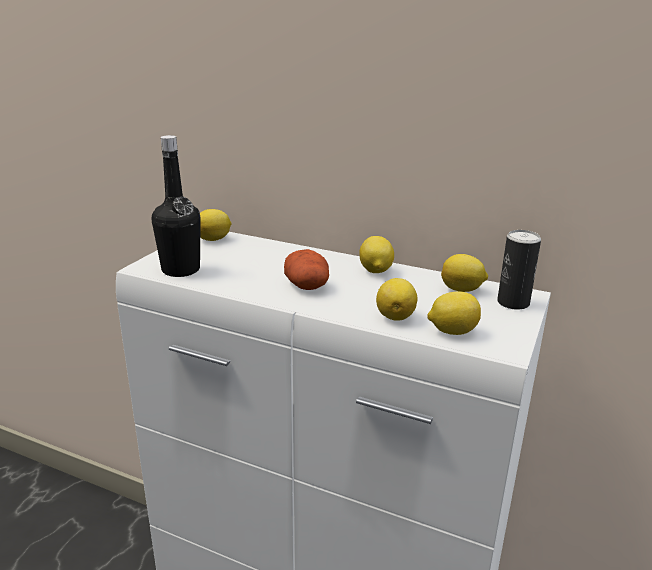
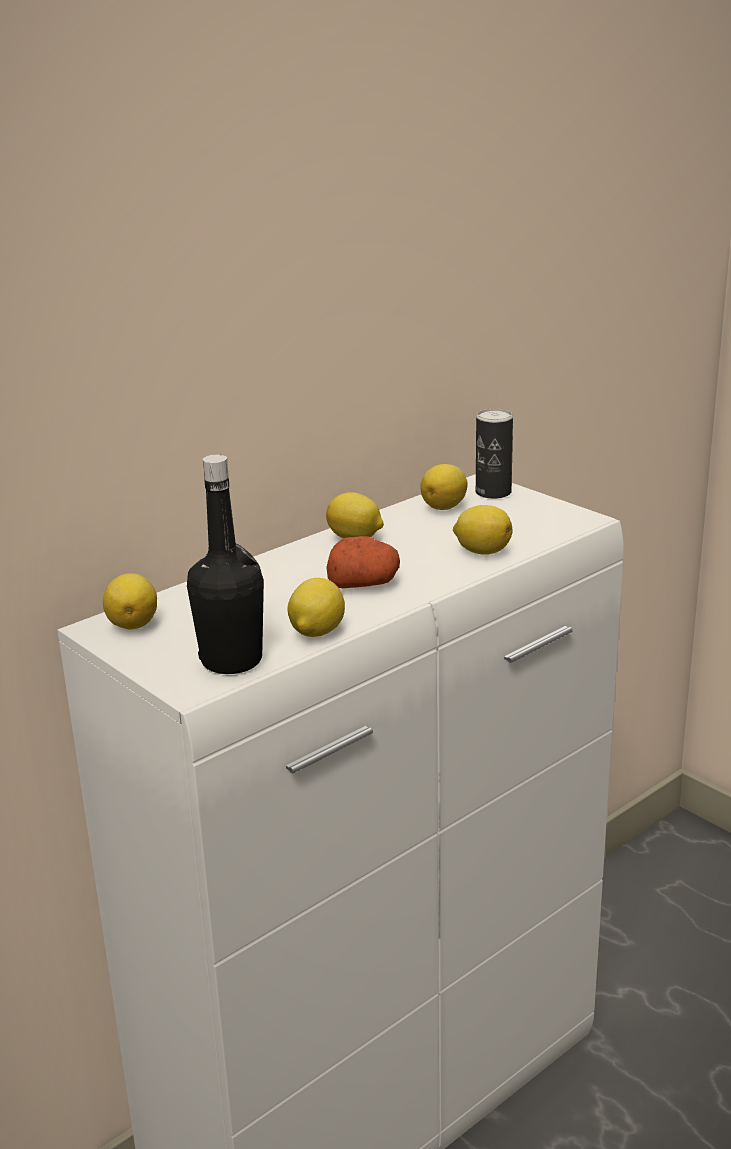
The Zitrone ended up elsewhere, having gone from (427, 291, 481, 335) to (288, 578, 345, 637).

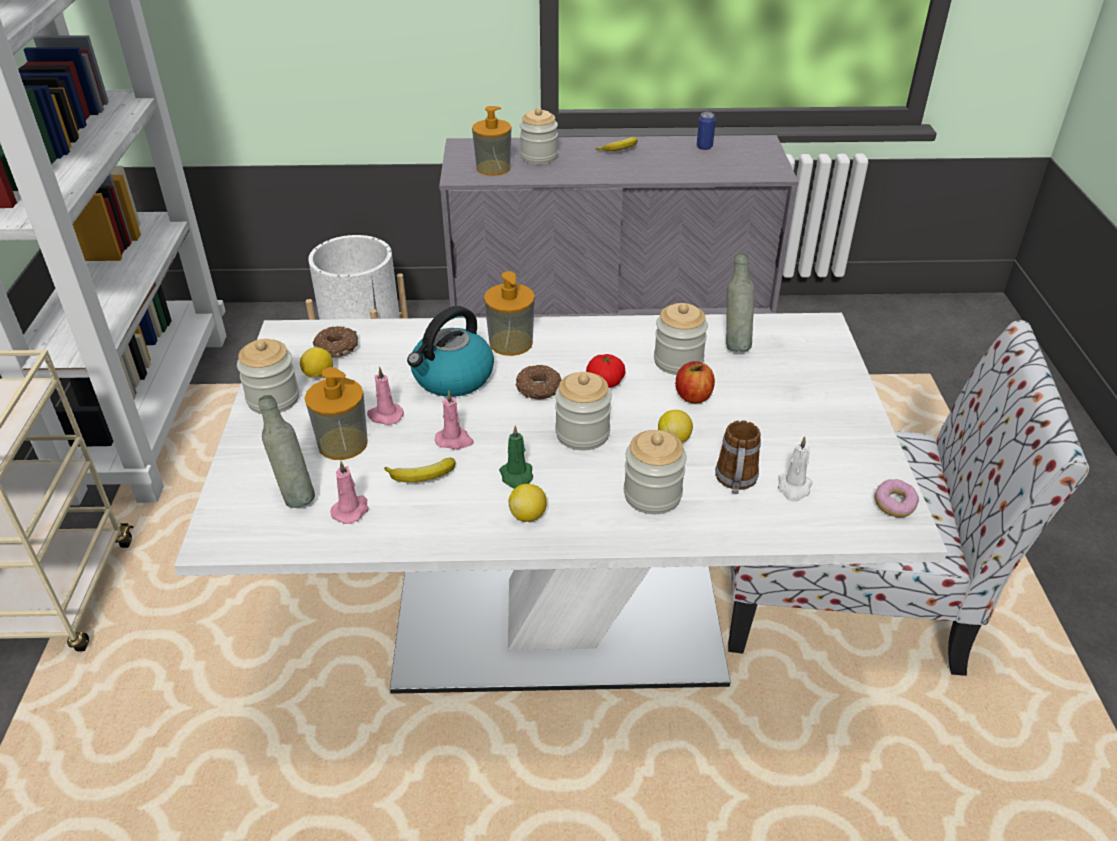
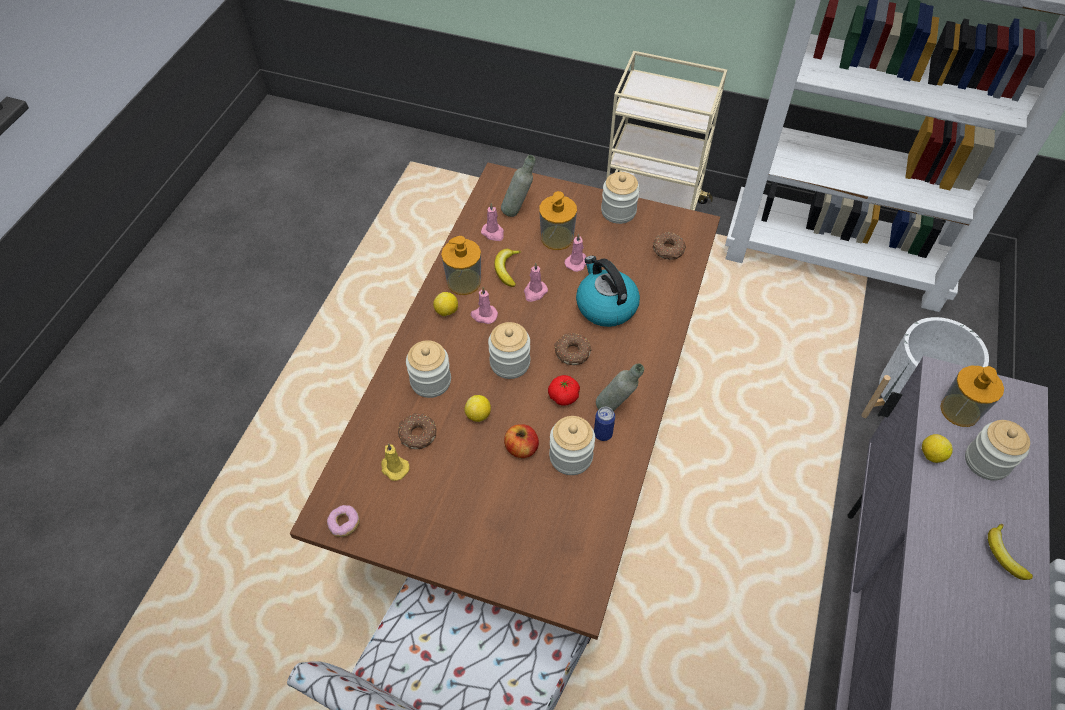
The Dose ended up elsewhere, having gone from (697, 112, 716, 150) to (594, 407, 615, 441). The Flasche [grau] ended up elsewhere, having gone from (726, 253, 754, 351) to (596, 363, 644, 411). The Seifenspender ended up elsewhere, having gone from (484, 271, 535, 356) to (441, 236, 481, 295). What was the Esstisch [weiß] at (174, 313, 948, 694) turned into the Esstisch [braun] at (290, 163, 720, 640). The Zitrone ended up elsewhere, having gone from (300, 347, 333, 378) to (922, 434, 953, 463). Where the Henkelbecher stood at (715, 420, 761, 494), the Donut came to stand at (398, 413, 437, 449). What was the Kerze [grün] at (499, 426, 533, 489) turned into the Kerze [rosa] at (470, 287, 498, 324). What was the Kerze [weiß] at (778, 436, 813, 502) turned into the Kerze [gelb] at (381, 444, 409, 481).

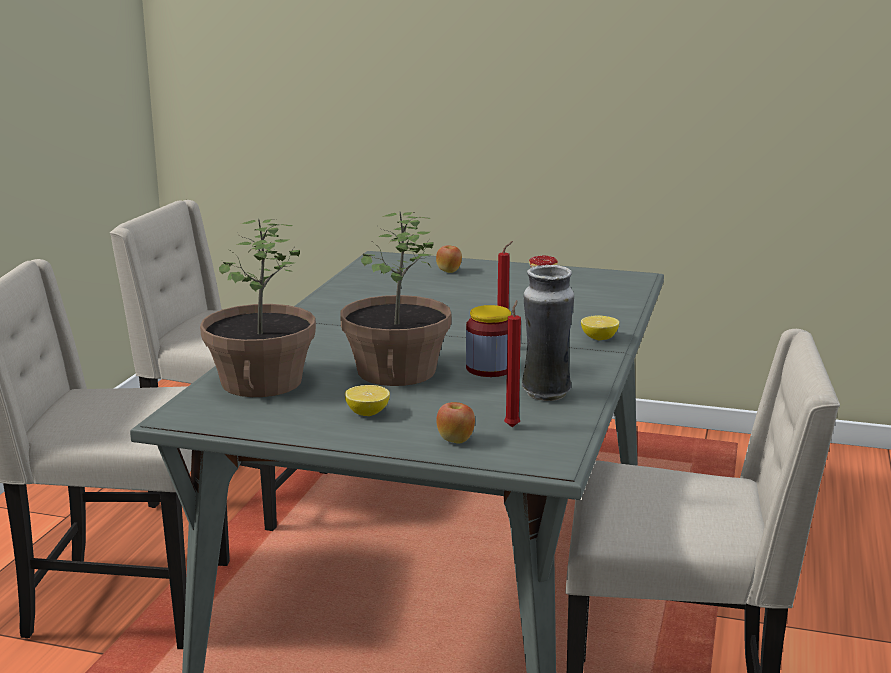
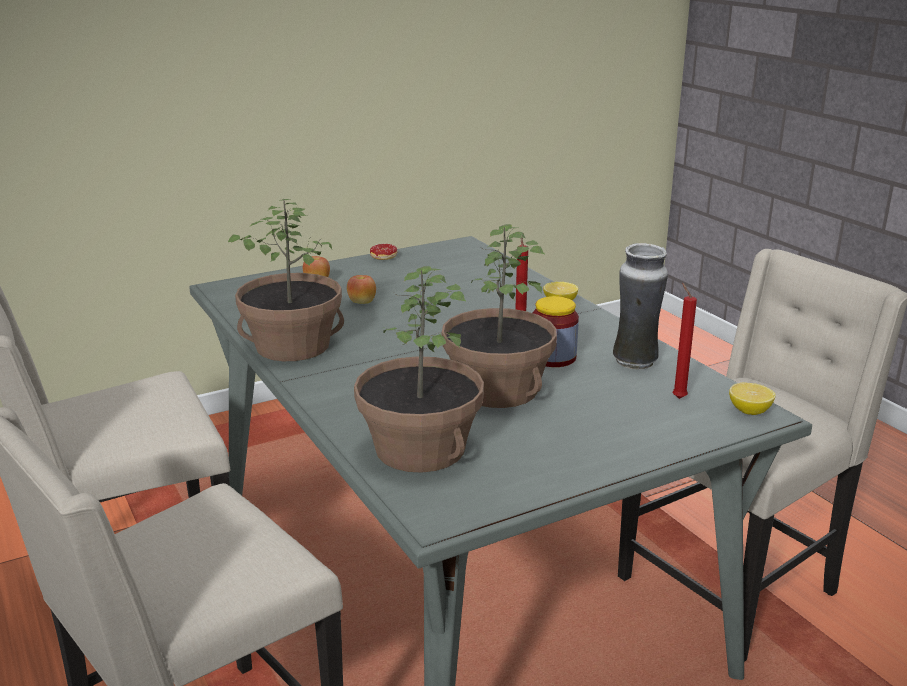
The Zitrone ended up elsewhere, having gone from (345, 385, 390, 416) to (729, 383, 776, 415). The Apfel ended up elsewhere, having gone from (436, 402, 475, 444) to (347, 275, 376, 304). The second view gained the Topfpflanze at (228, 199, 344, 361).

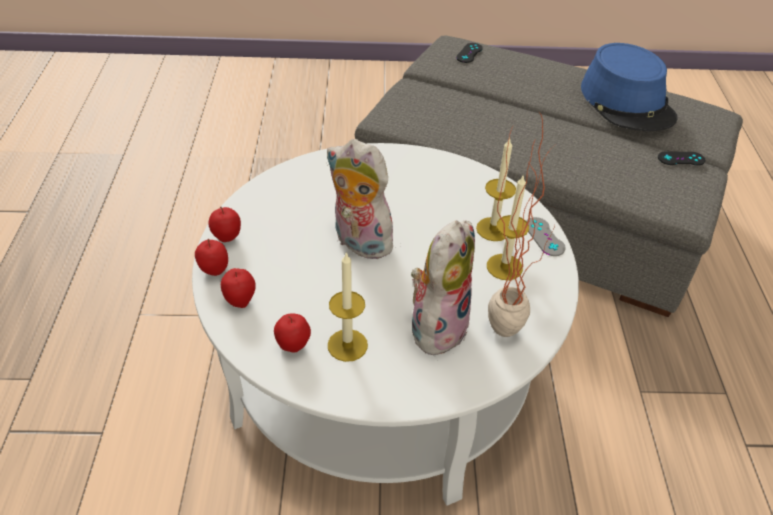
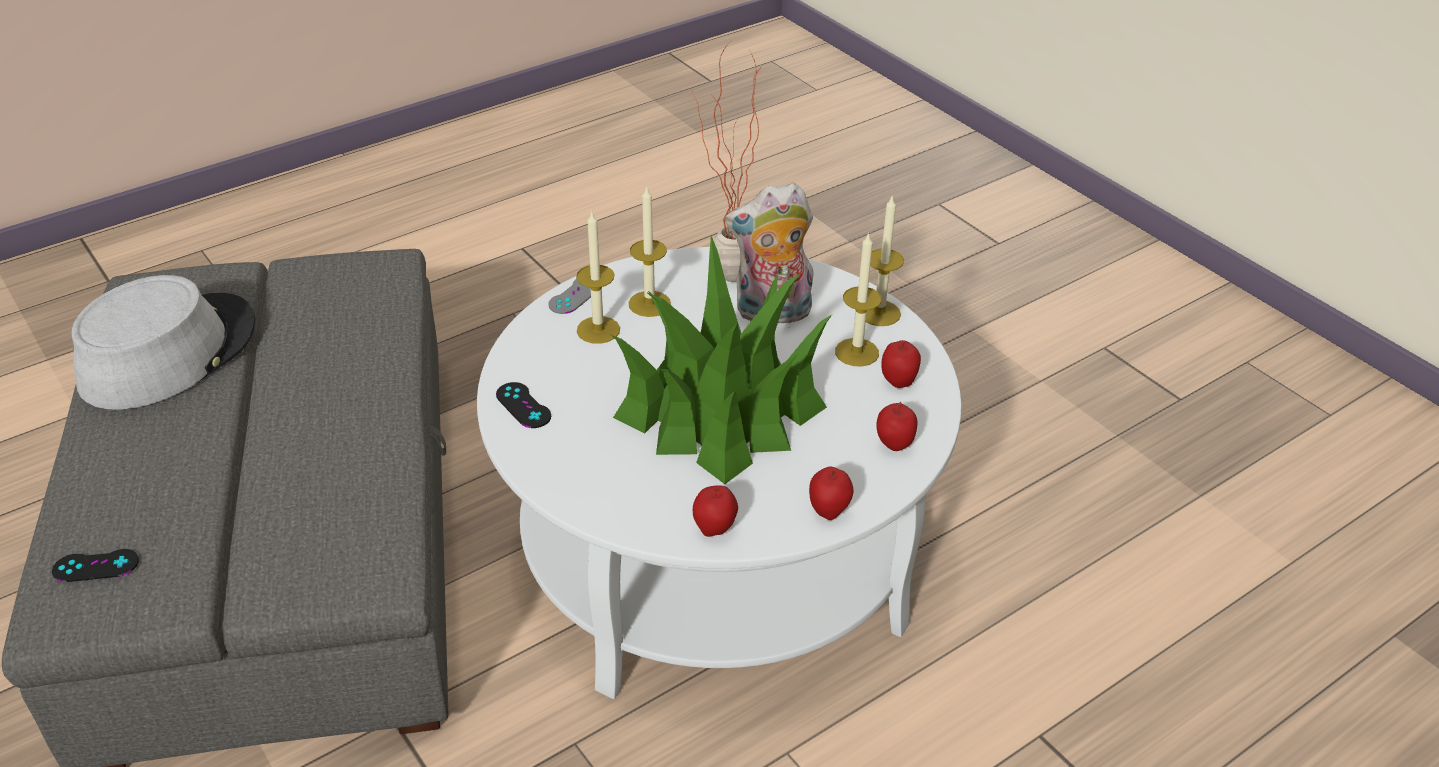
What was the Hut [blau] at (581, 43, 678, 131) turned into the Hut [grau] at (72, 275, 255, 410). Where the Plüschtier stood at (327, 139, 398, 259), the Topfpflanze came to stand at (611, 236, 832, 484). The Gamepad [schwarz] ended up elsewhere, having gone from (658, 151, 705, 166) to (496, 382, 551, 428). The Apfel ended up elsewhere, having gone from (195, 239, 228, 276) to (693, 485, 738, 537). The second view gained the Kerze at (866, 197, 904, 326).

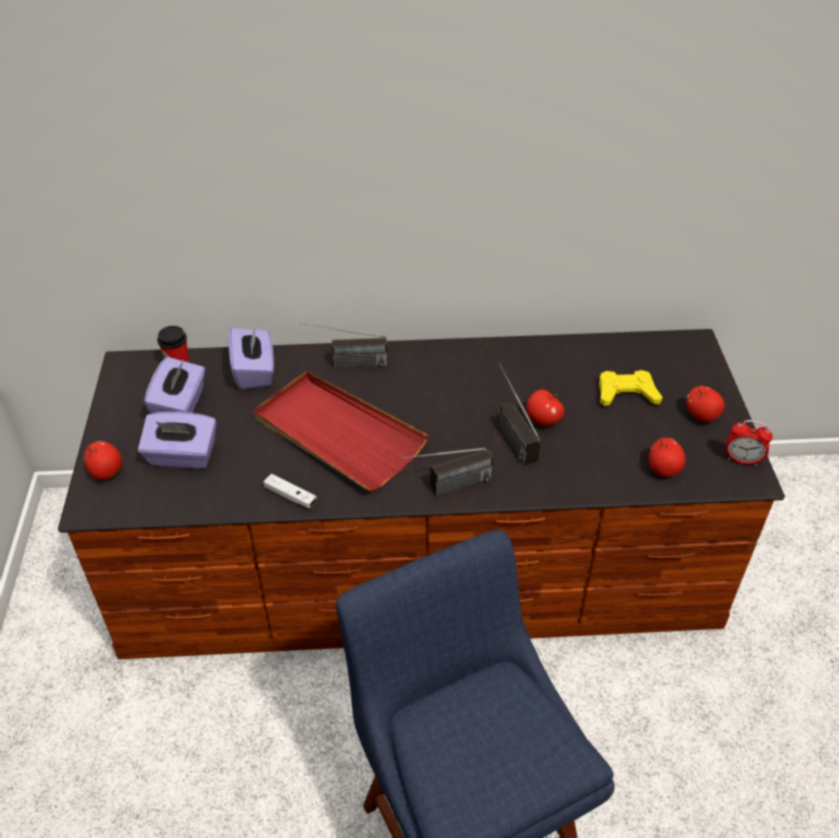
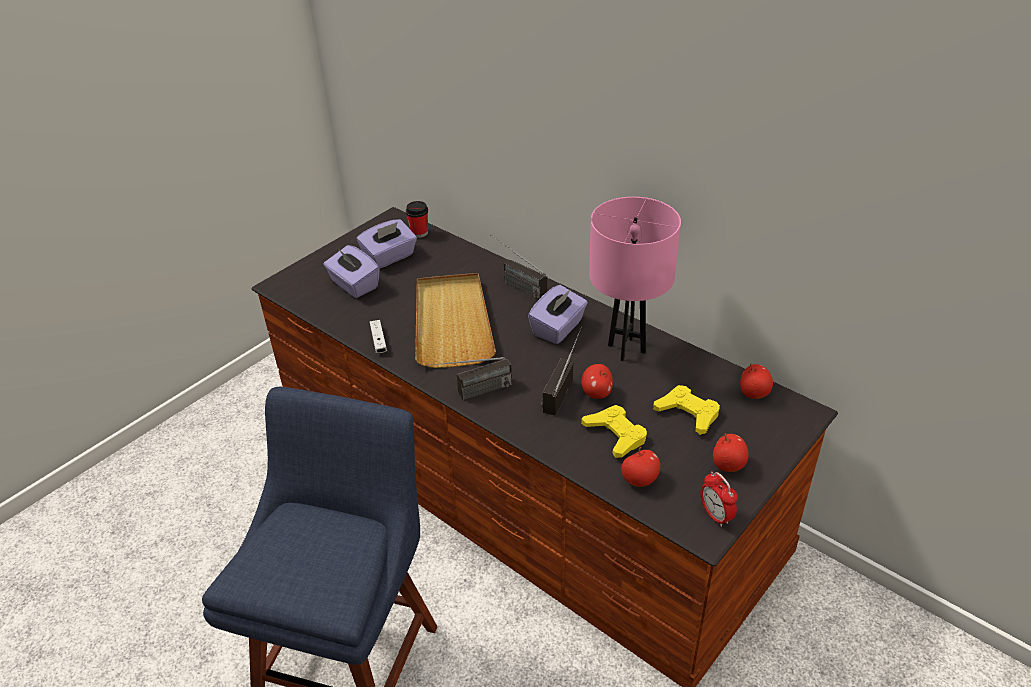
The Taschentuchbox [lila] ended up elsewhere, having gone from (228, 325, 274, 390) to (528, 285, 588, 344). What was the Tablett [rot] at (253, 371, 429, 491) turned into the Tablett [beige] at (415, 273, 496, 368). The Apfel ended up elsewhere, having gone from (84, 441, 122, 480) to (740, 364, 773, 399). The Radio at (399, 448, 493, 496) ended up facing another way, 45 degrees counterclockwise from before. The second view gained the Tischlampe [rosa] at (589, 197, 681, 361). The second view gained the Gamepad [gelb] at (581, 405, 647, 458).

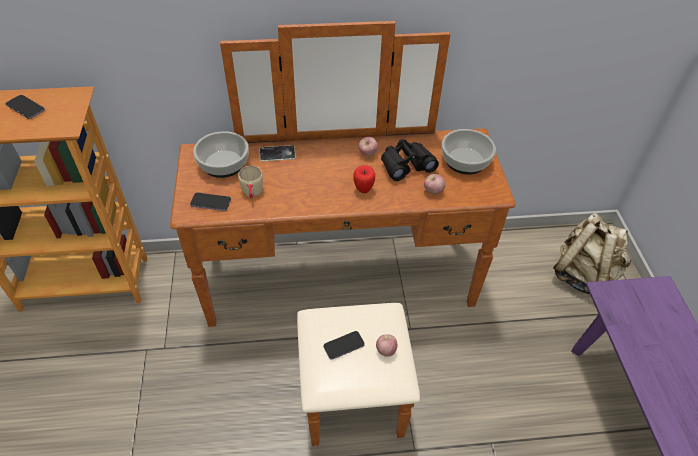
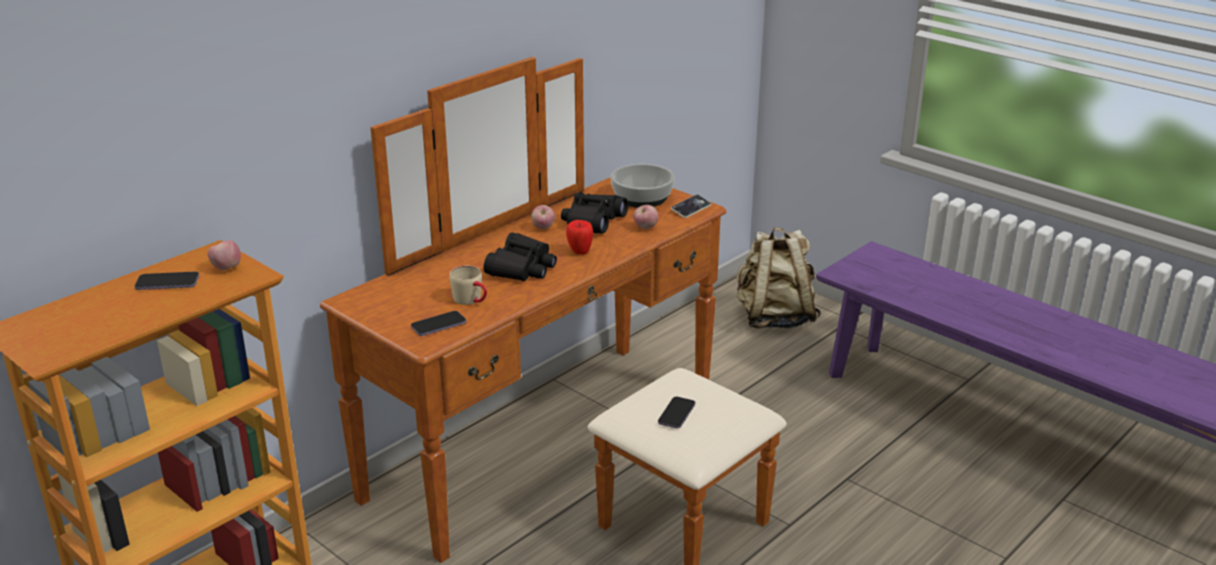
The second view lost the Schüssel at (193, 131, 249, 178). The Handy ended up elsewhere, having gone from (259, 145, 295, 161) to (671, 194, 711, 218). The Apfel ended up elsewhere, having gone from (376, 335, 398, 357) to (208, 240, 241, 270). The second view gained the Fernglas [schwarz] at (483, 233, 557, 281).

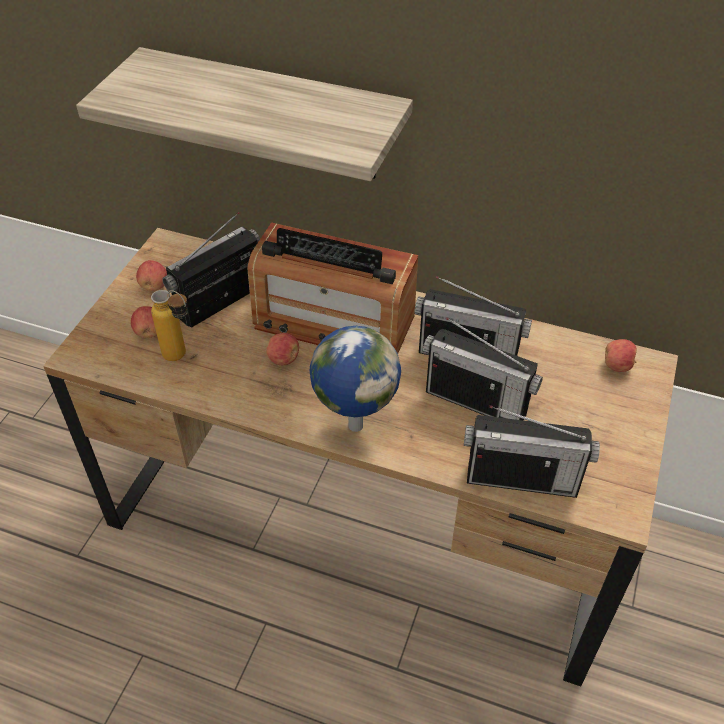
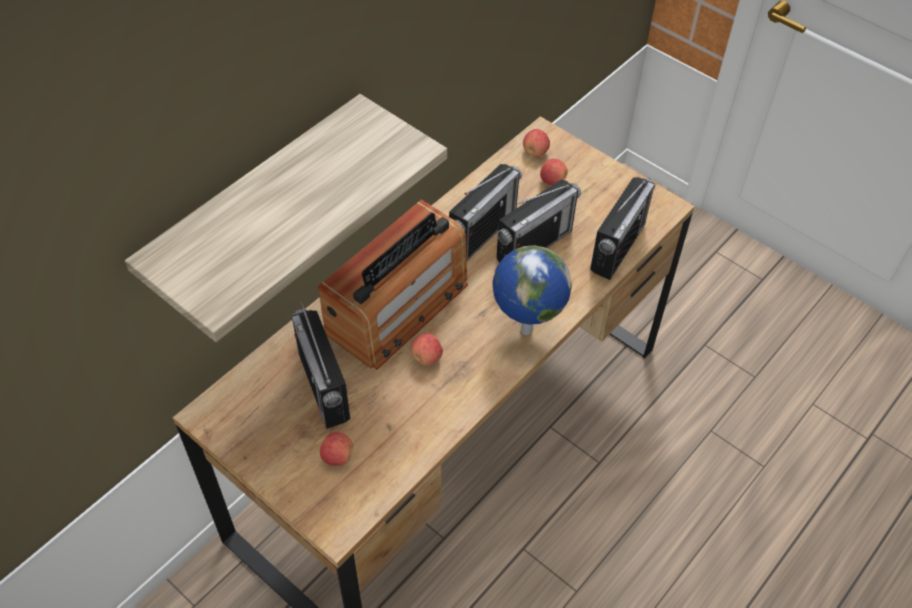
The Apfel ended up elsewhere, having gone from (136, 260, 167, 291) to (540, 159, 568, 185). The second view lost the Flasche at (151, 290, 188, 361).

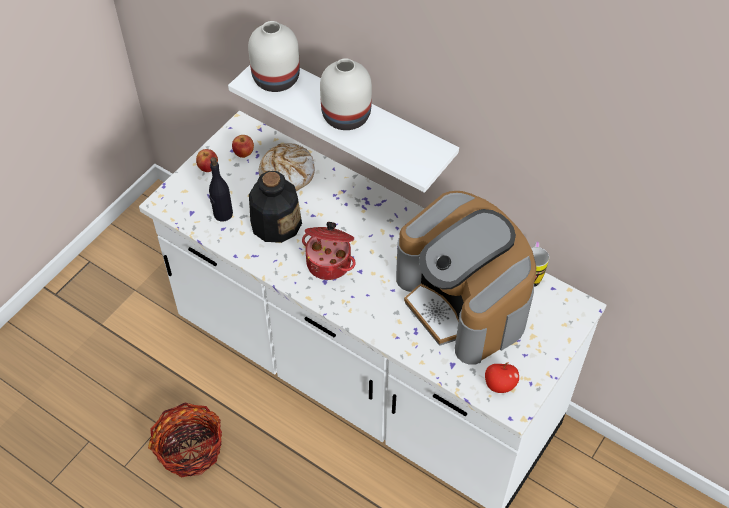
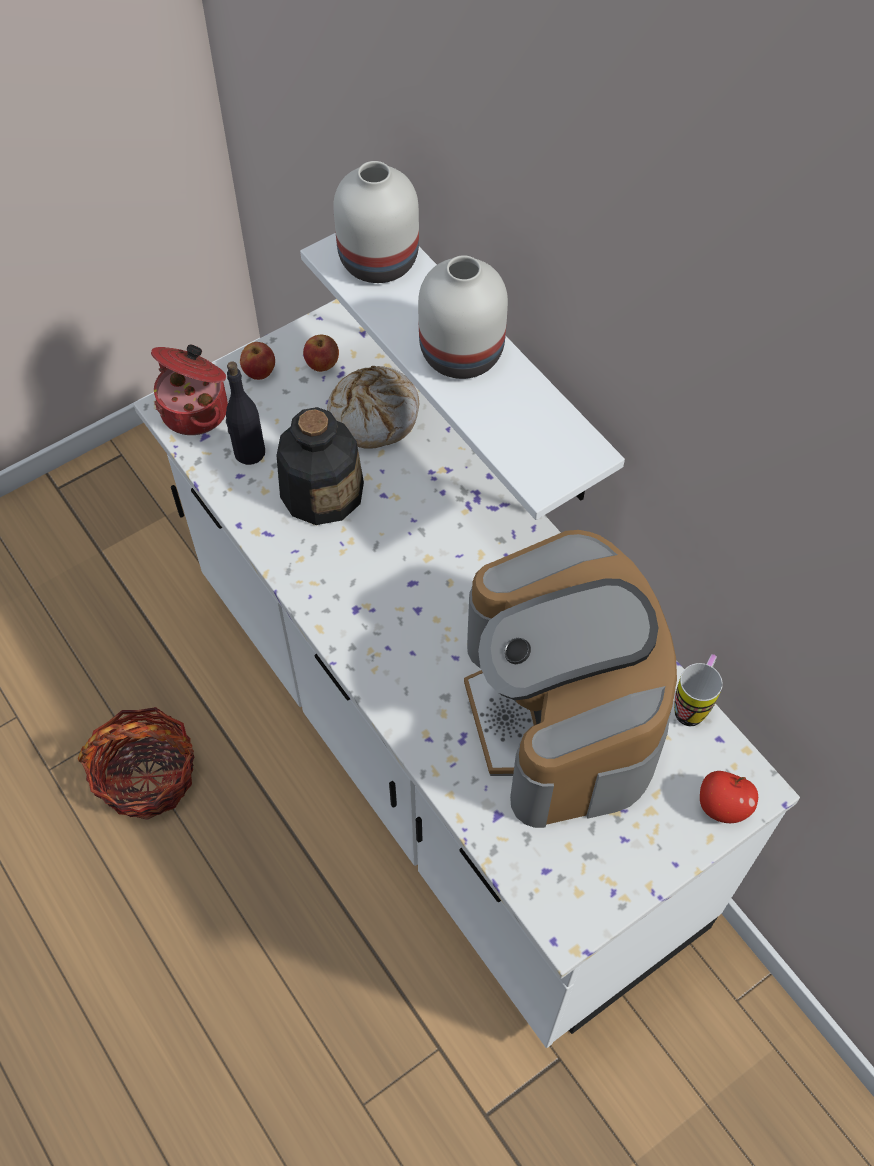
The Kochtopf ended up elsewhere, having gone from (302, 222, 356, 280) to (151, 344, 228, 435). The Apfel ended up elsewhere, having gone from (485, 362, 519, 393) to (700, 771, 758, 823).

